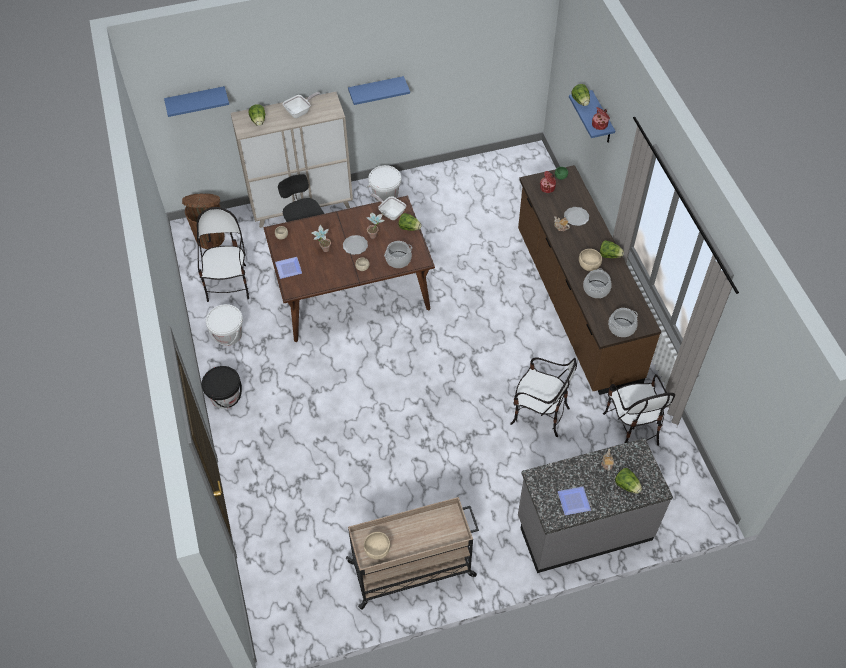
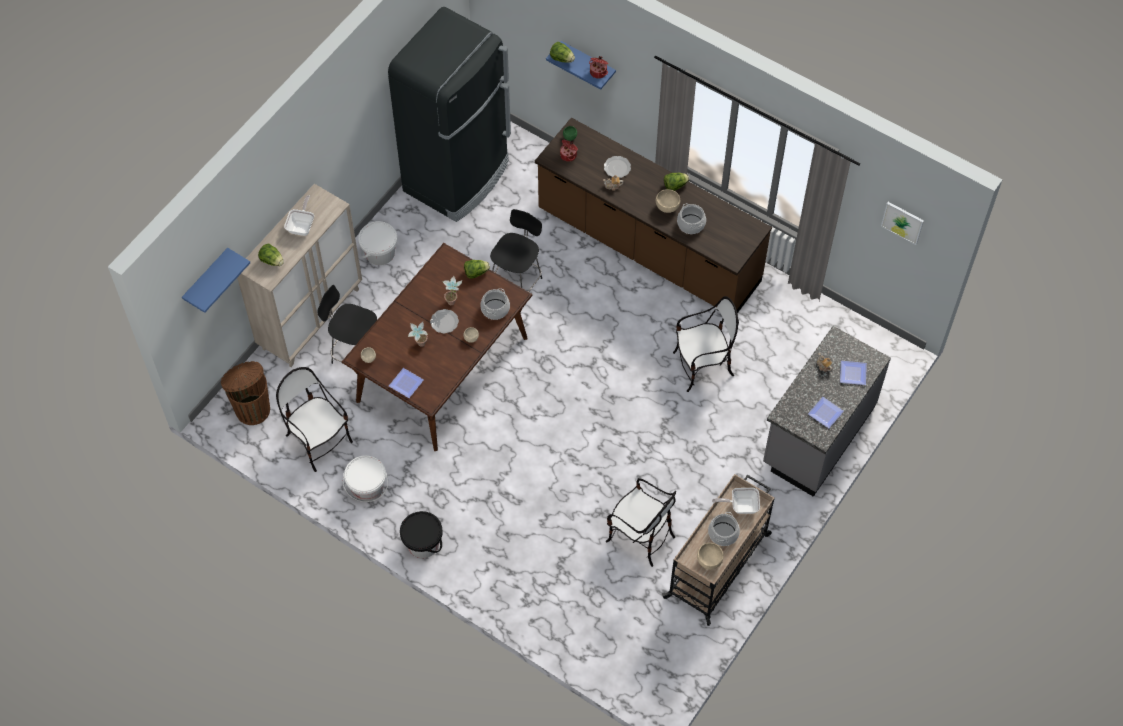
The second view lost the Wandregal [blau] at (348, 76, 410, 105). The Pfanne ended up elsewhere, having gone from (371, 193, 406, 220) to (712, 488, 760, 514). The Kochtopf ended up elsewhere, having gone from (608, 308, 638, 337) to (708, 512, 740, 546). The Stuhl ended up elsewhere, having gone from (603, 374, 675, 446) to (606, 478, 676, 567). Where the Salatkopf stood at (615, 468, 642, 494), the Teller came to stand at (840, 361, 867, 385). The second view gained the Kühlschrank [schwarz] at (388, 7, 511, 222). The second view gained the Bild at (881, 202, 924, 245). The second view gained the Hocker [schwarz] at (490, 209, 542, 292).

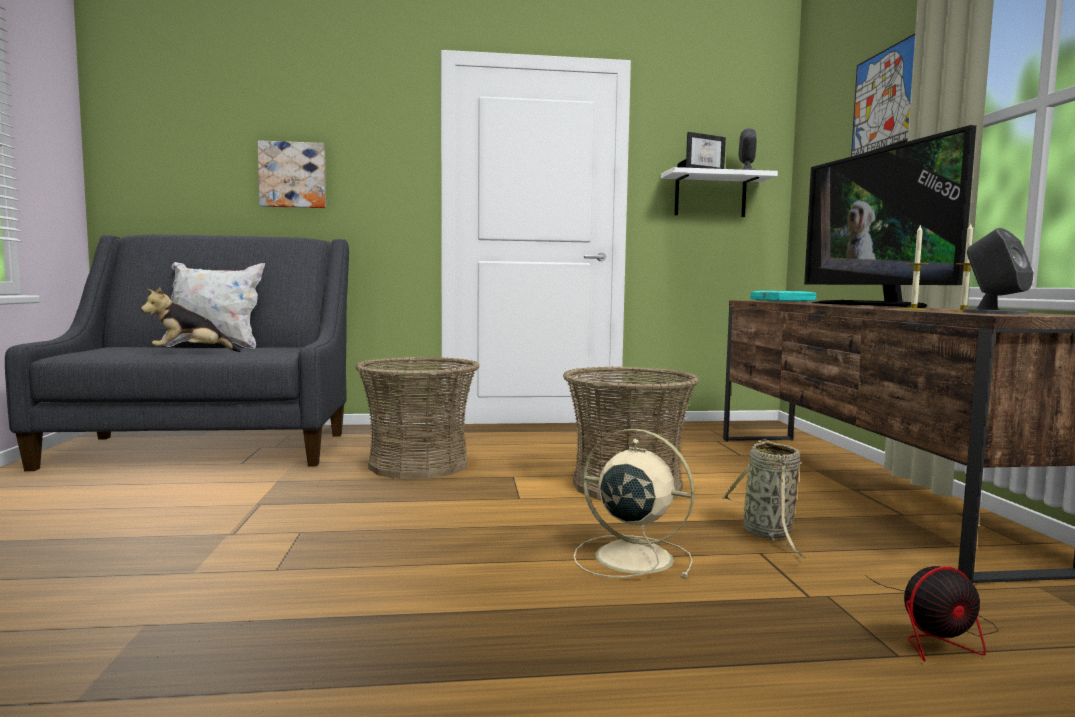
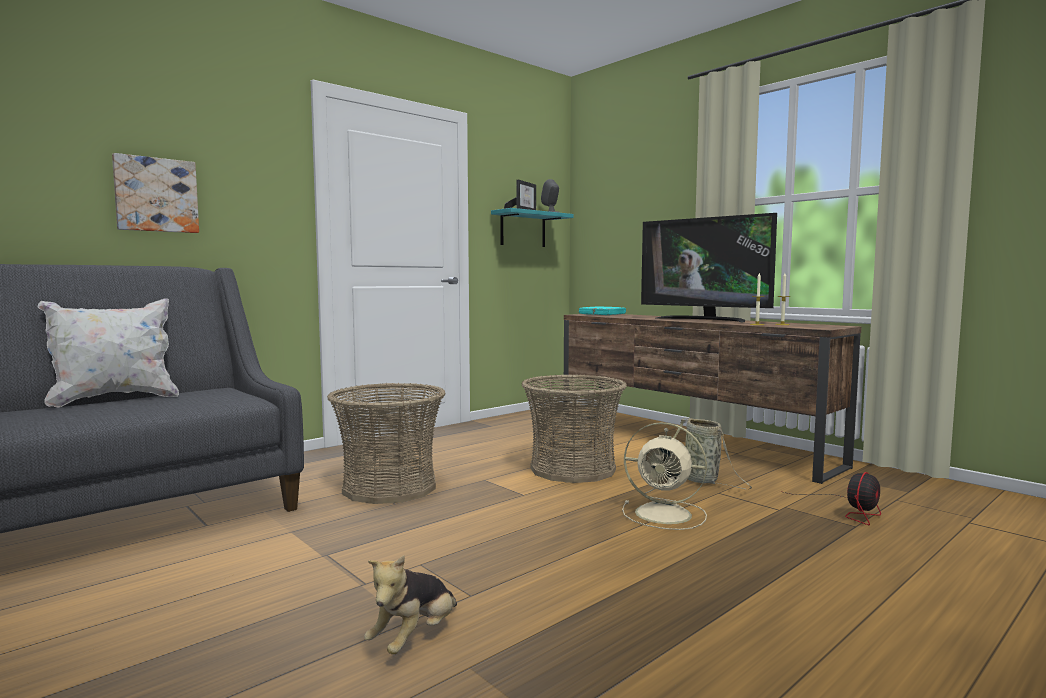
The second view lost the Bild at (851, 34, 915, 156). What was the Wandregal [weiß] at (661, 167, 778, 217) turned into the Wandregal [türkis] at (491, 208, 574, 247). The second view lost the Lautsprecher [grau] at (963, 228, 1034, 315). The Plüschtier ended up elsewhere, having gone from (141, 287, 241, 352) to (364, 555, 457, 654). The Ventilator [beige] at (574, 429, 694, 578) ended up facing another way, 150 degrees counterclockwise from before.

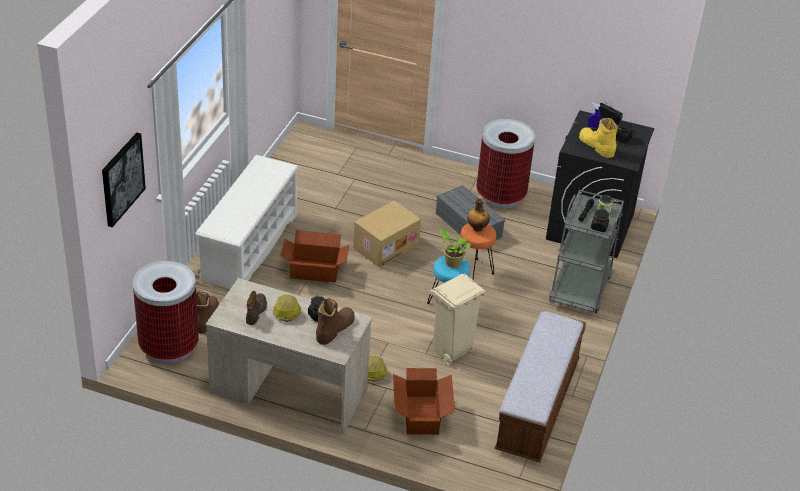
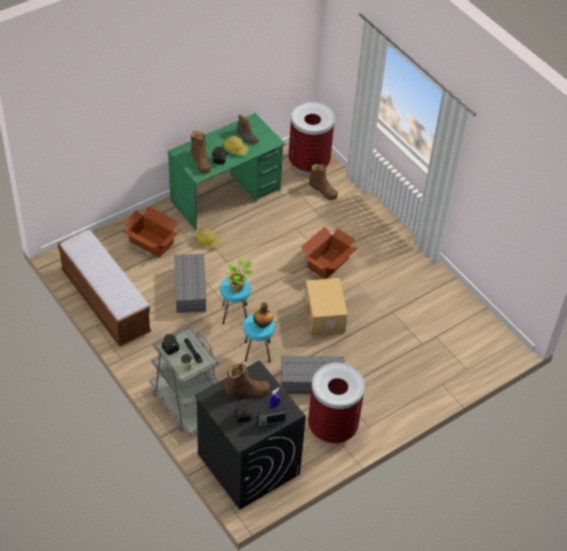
What was the Stiefel [gelb] at (579, 118, 618, 158) turned into the Stiefel [braun] at (225, 364, 270, 396). The second view lost the Bild at (102, 133, 146, 227). The second view lost the Schuhregal [weiß] at (195, 155, 299, 289). What was the Hocker [orange] at (460, 223, 496, 280) turned into the Hocker [türkis] at (243, 314, 275, 362). Where the Mülleimer [beige] stood at (430, 274, 486, 365), the Aufbewahrungsbox [grau] came to stand at (174, 254, 206, 313). What was the Schreibtisch [beige] at (205, 278, 373, 434) turned into the Schreibtisch [grün] at (168, 113, 285, 230).

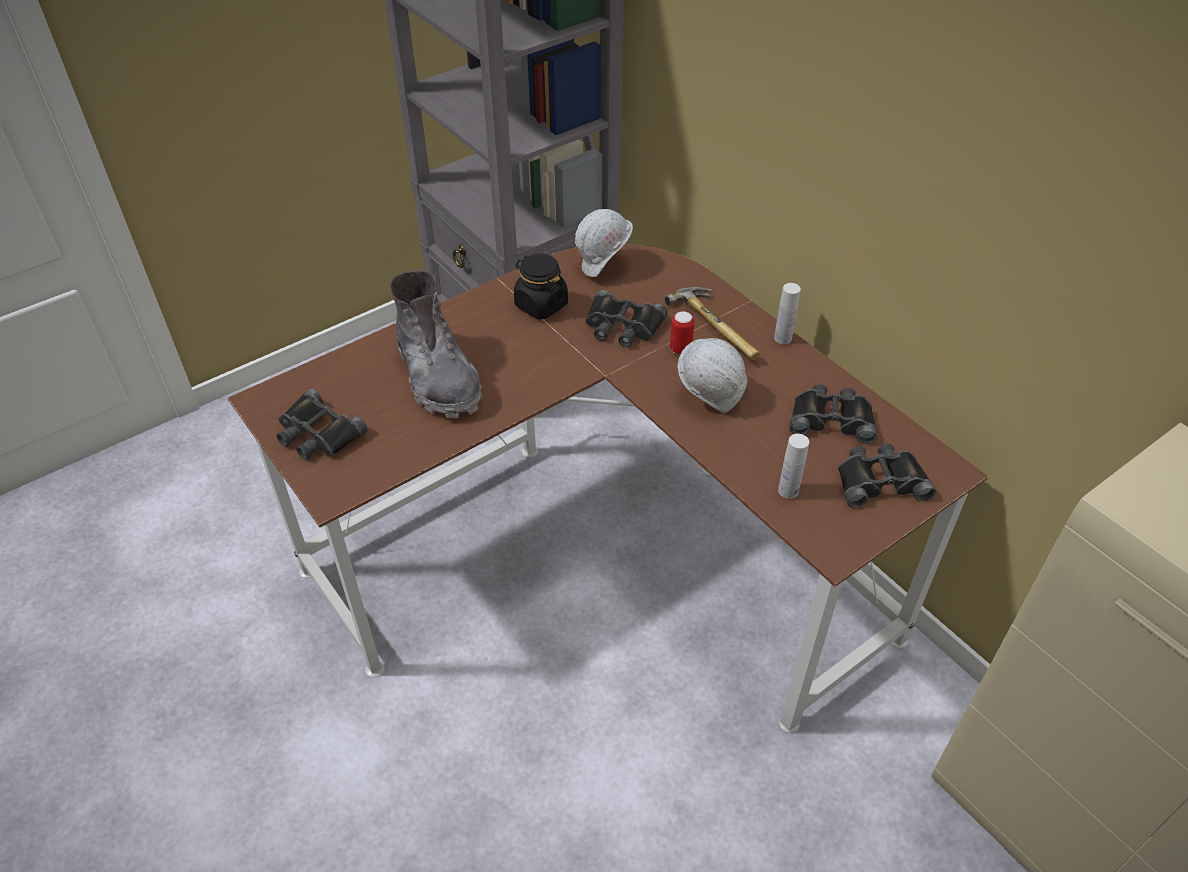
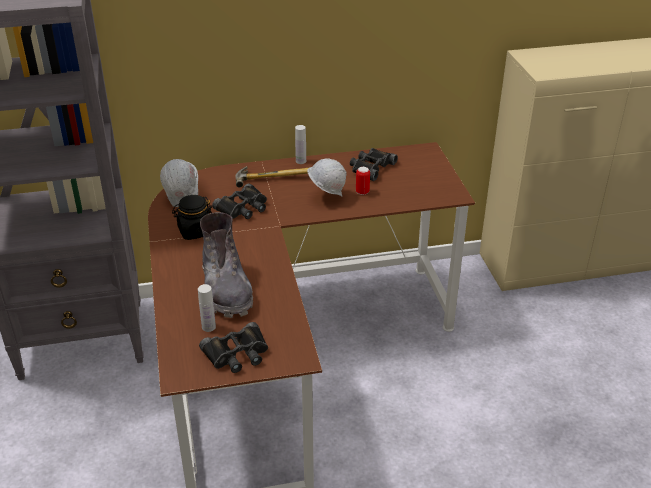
The Stiefel [grau] at (390, 270, 482, 418) ended up facing another way, 75 degrees clockwise from before. The Dose ended up elsewhere, having gone from (670, 312, 695, 355) to (356, 167, 370, 195). The Flasche [weiß] ended up elsewhere, having gone from (778, 434, 809, 499) to (198, 284, 216, 332). The second view lost the Fernglas [schwarz] at (838, 444, 936, 508).

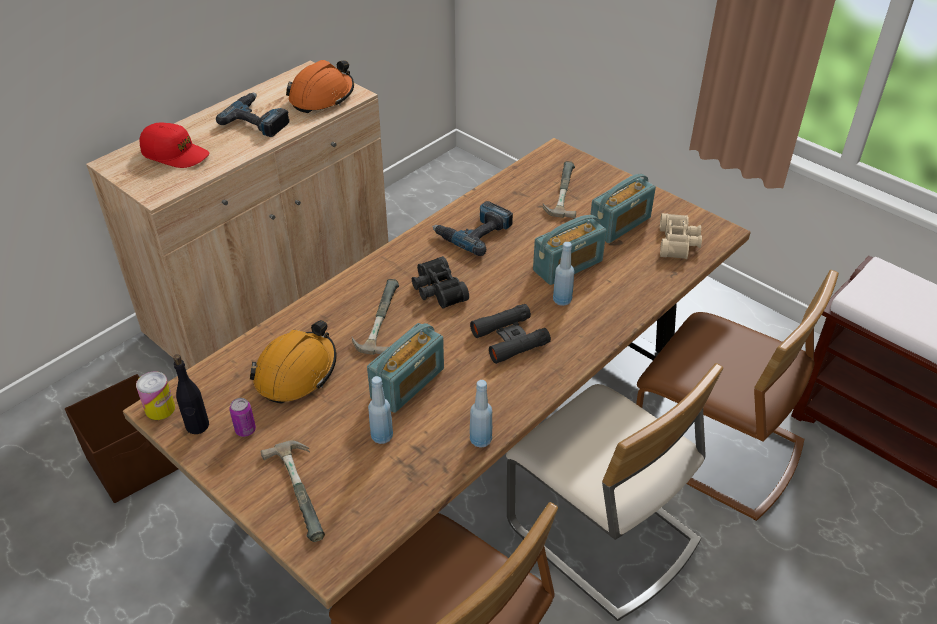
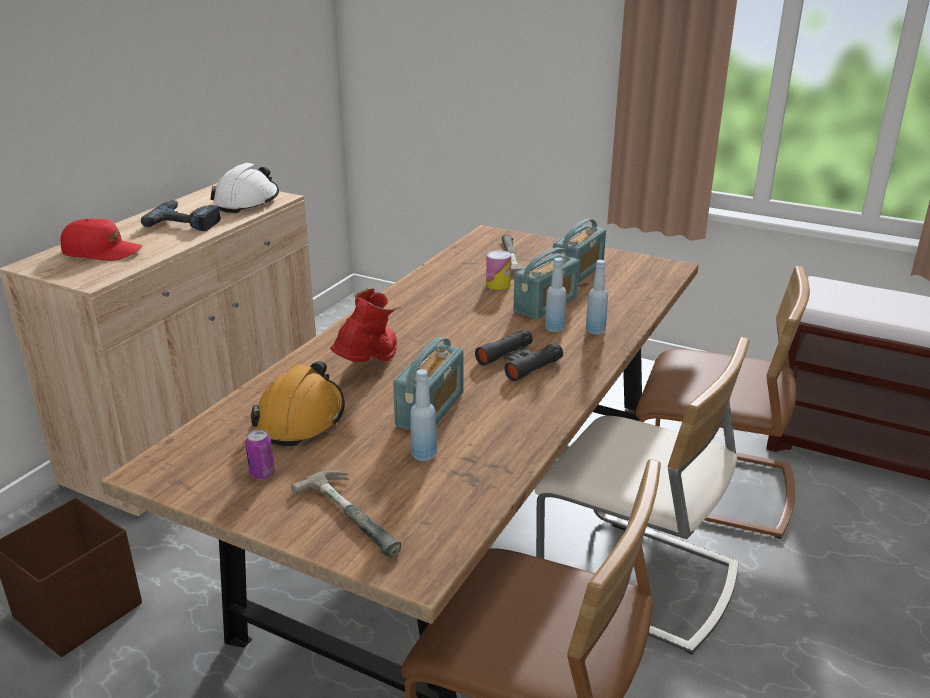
What was the Schutzhelm [orange] at (286, 60, 354, 113) turned into the Schutzhelm [weiß] at (210, 163, 279, 213). The second view lost the Bohrmaschine at (432, 201, 513, 256). The second view lost the Fernglas [beige] at (660, 213, 702, 259). The second view lost the Fernglas [schwarz] at (412, 256, 469, 309). Where the Hammer stood at (352, 279, 399, 355), the Stiefel [rot] came to stand at (330, 288, 401, 362). The second view lost the Flasche [schwarz] at (173, 354, 209, 434). The Dose ended up elsewhere, having gone from (136, 371, 175, 420) to (486, 250, 511, 290). The Flasche [blau] ended up elsewhere, having gone from (470, 380, 492, 448) to (586, 260, 608, 335).

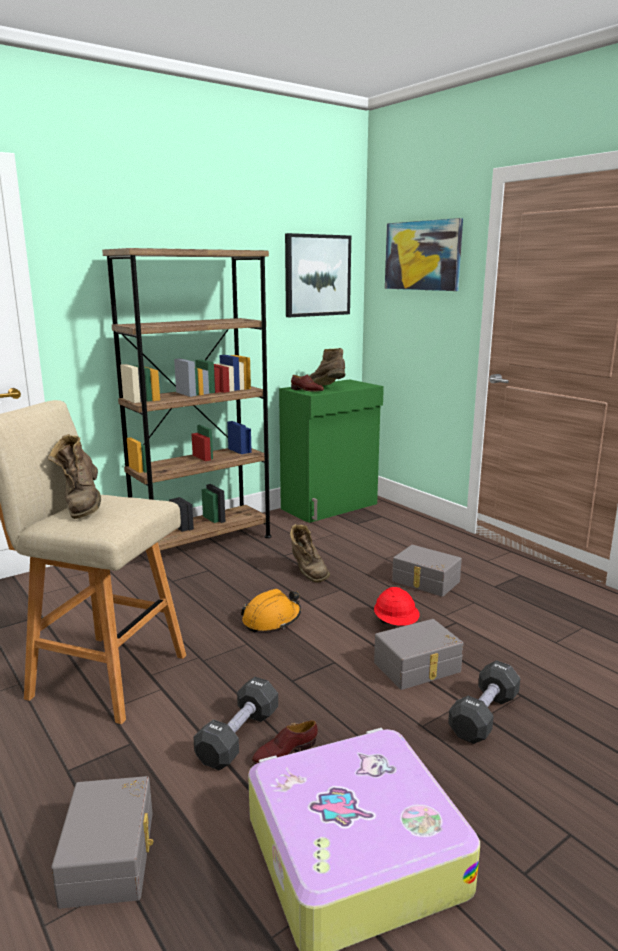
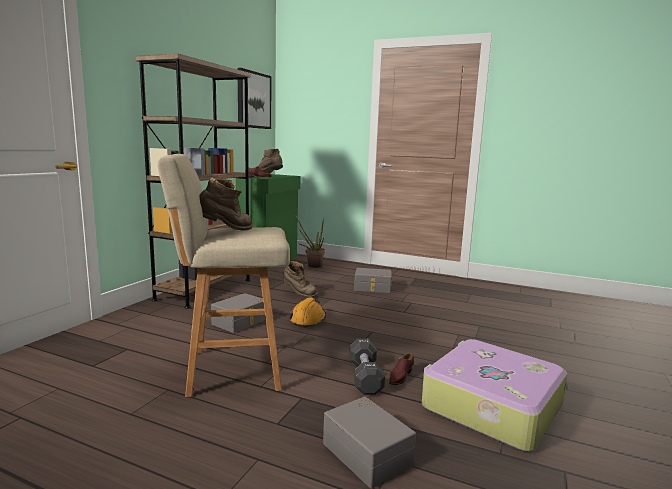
The second view lost the Bild at (385, 218, 463, 291). The Stiefel [braun] at (48, 434, 101, 519) ended up facing another way, 90 degrees counterclockwise from before. The second view lost the Schutzhelm [rot] at (374, 587, 419, 626). The Aufbewahrungsbox [grau] ended up elsewhere, having gone from (374, 619, 463, 690) to (211, 293, 266, 333). The second view lost the Hantel [schwarz] at (448, 660, 520, 744). The second view gained the Topfpflanze at (295, 215, 325, 268).

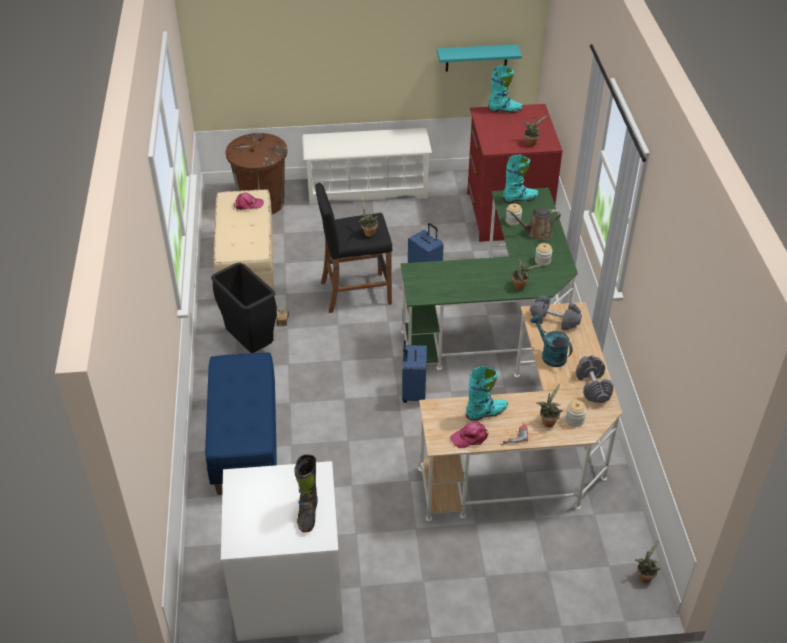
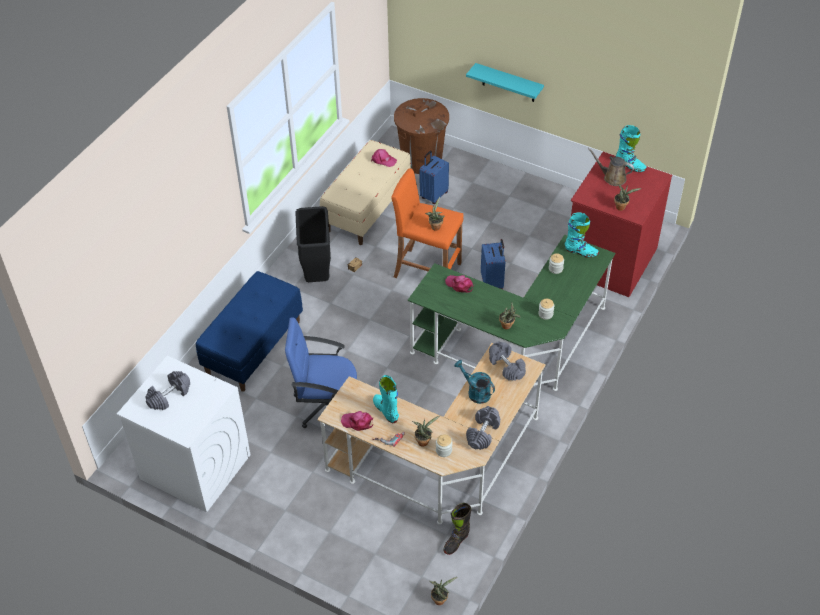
The Wandregal [türkis] ended up elsewhere, having gone from (437, 44, 522, 72) to (466, 63, 544, 102). The second view lost the Schuhregal [weiß] at (302, 128, 432, 205). What was the Hocker [schwarz] at (315, 182, 392, 313) turned into the Hocker [orange] at (391, 168, 463, 278). The Gießkanne [braun] ended up elsewhere, having gone from (507, 207, 561, 240) to (588, 148, 634, 186). The Gießkanne [türkis] at (530, 315, 573, 367) ended up facing another way, 45 degrees counterclockwise from before. The Koffer [blau] ended up elsewhere, having gone from (402, 340, 427, 403) to (420, 151, 449, 204). The Stiefel [türkis] at (466, 366, 508, 421) ended up facing another way, 135 degrees counterclockwise from before. The Stiefel [schwarz] ended up elsewhere, having gone from (294, 454, 318, 533) to (443, 503, 471, 555). The second view gained the Kappe [rosa] at (445, 275, 474, 293). The second view gained the Bürostuhl [blau] at (285, 317, 357, 428). The second view gained the Hantel [grau] at (145, 371, 190, 410).

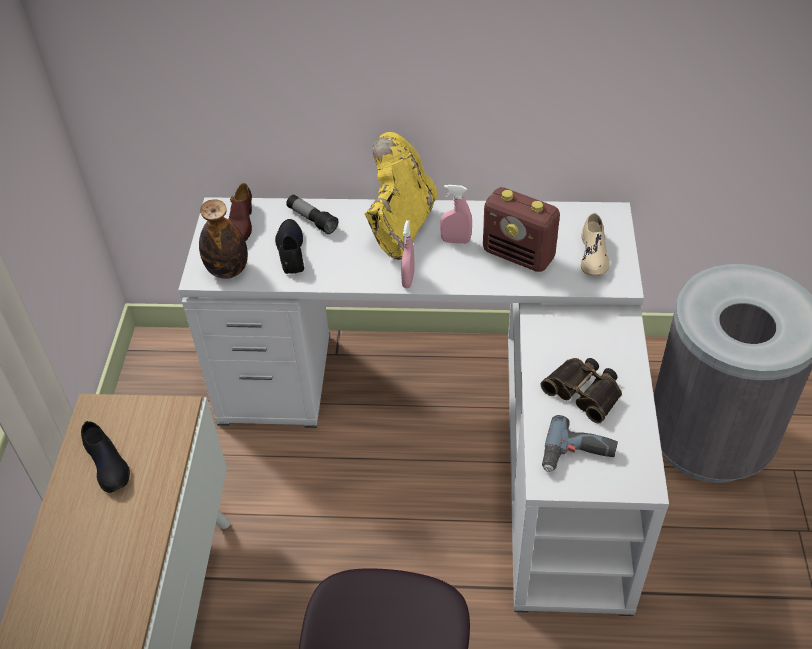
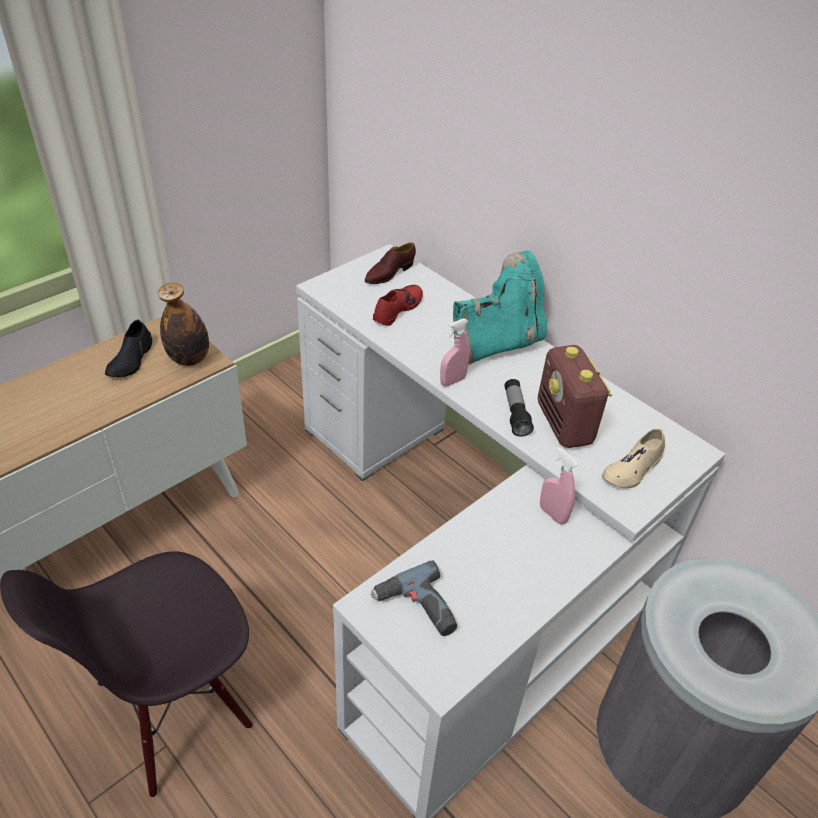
What was the Stiefel [gelb] at (365, 132, 437, 260) turned into the Stiefel [türkis] at (453, 250, 548, 365). The Sprühflasche [rosa] ended up elsewhere, having gone from (440, 185, 472, 244) to (540, 447, 578, 524). The Taschenlampe ended up elsewhere, having gone from (286, 195, 338, 234) to (504, 379, 534, 437). The Flasche ended up elsewhere, having gone from (199, 199, 248, 279) to (158, 282, 209, 366). What was the Schuh [schwarz] at (275, 219, 304, 274) turned into the Schuh [rot] at (373, 285, 423, 326). The second view lost the Fernglas at (540, 358, 622, 423).

